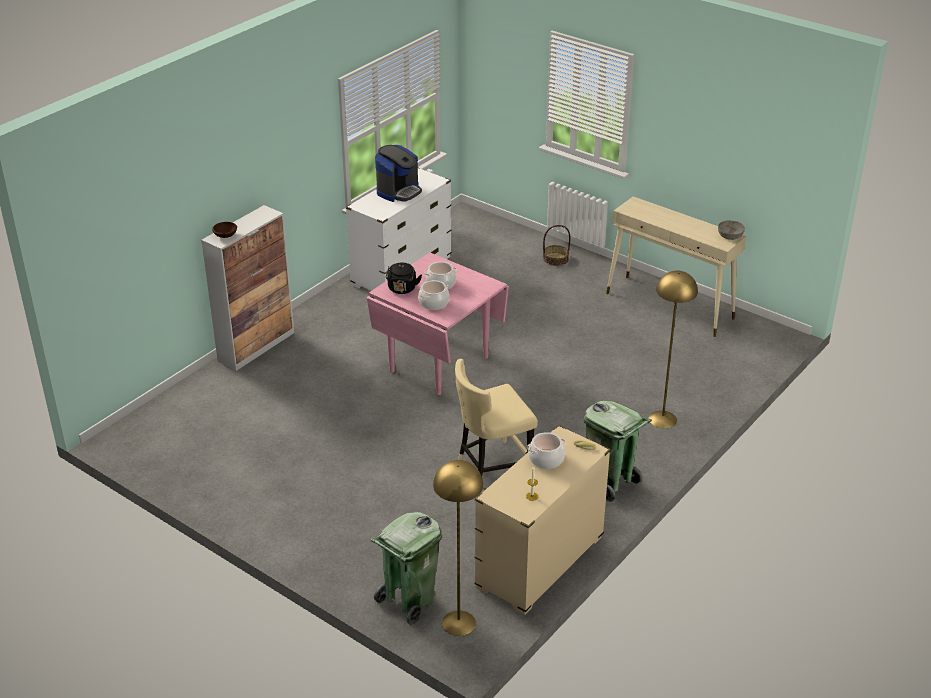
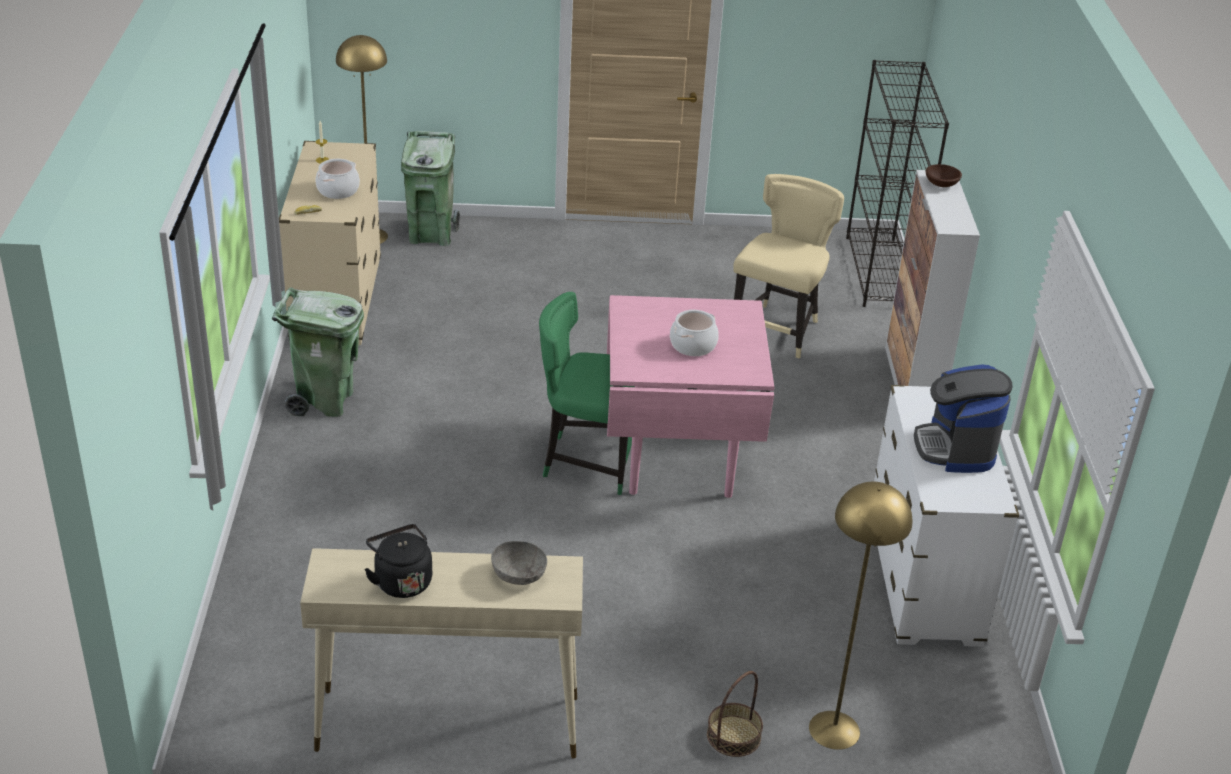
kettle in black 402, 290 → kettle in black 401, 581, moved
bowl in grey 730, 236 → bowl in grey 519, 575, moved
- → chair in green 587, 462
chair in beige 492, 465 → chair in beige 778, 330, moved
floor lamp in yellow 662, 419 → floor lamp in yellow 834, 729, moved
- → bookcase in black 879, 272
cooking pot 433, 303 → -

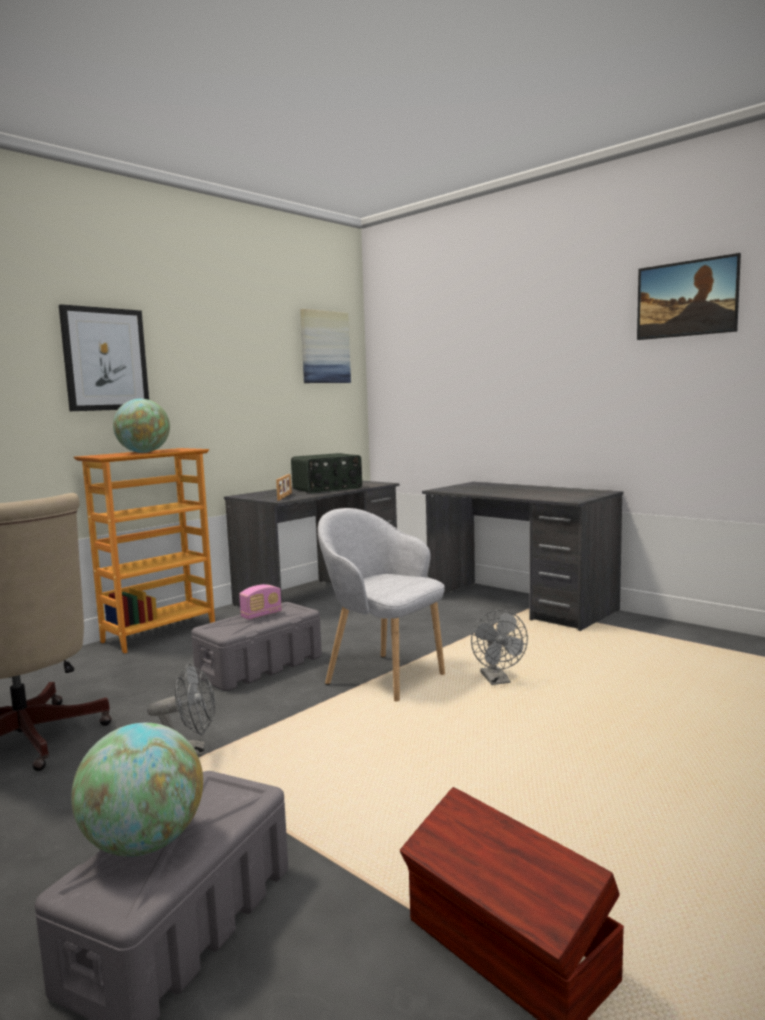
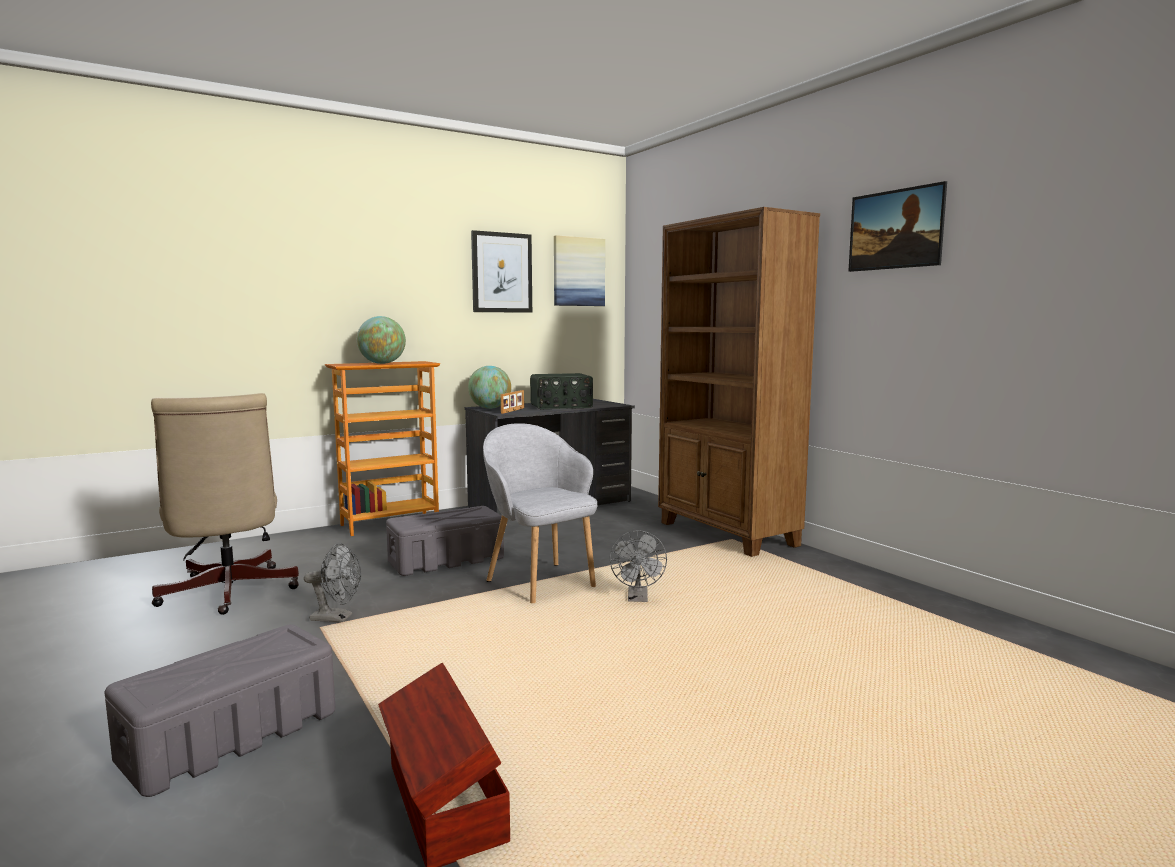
globe 144, 843 → globe 490, 408, moved
picture 105, 359 → picture 501, 272, moved
desk in grey 519, 604 → bookcase in brown 727, 534
radio 261, 615 → -

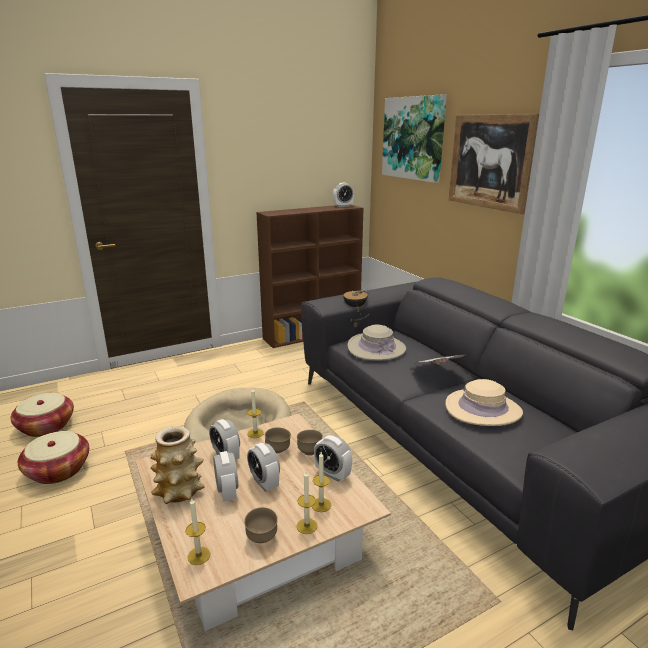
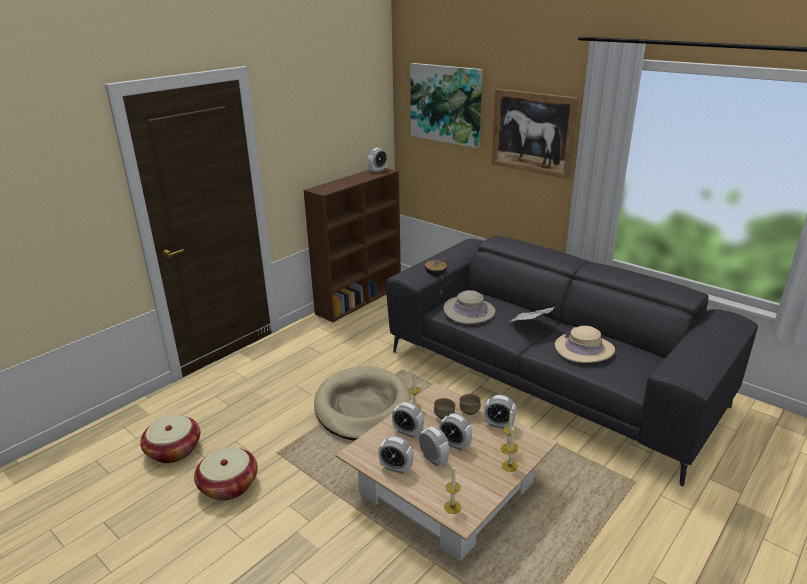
vase 179, 491 → alarm clock 396, 468
bowl in brown 262, 538 → -

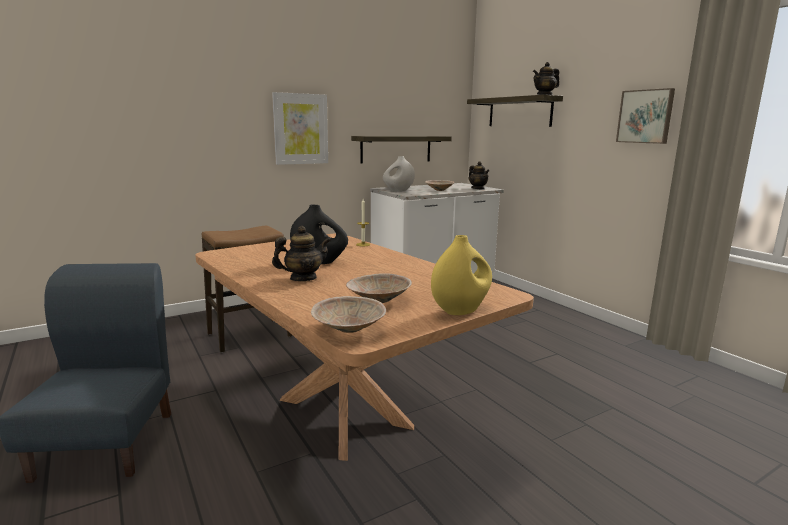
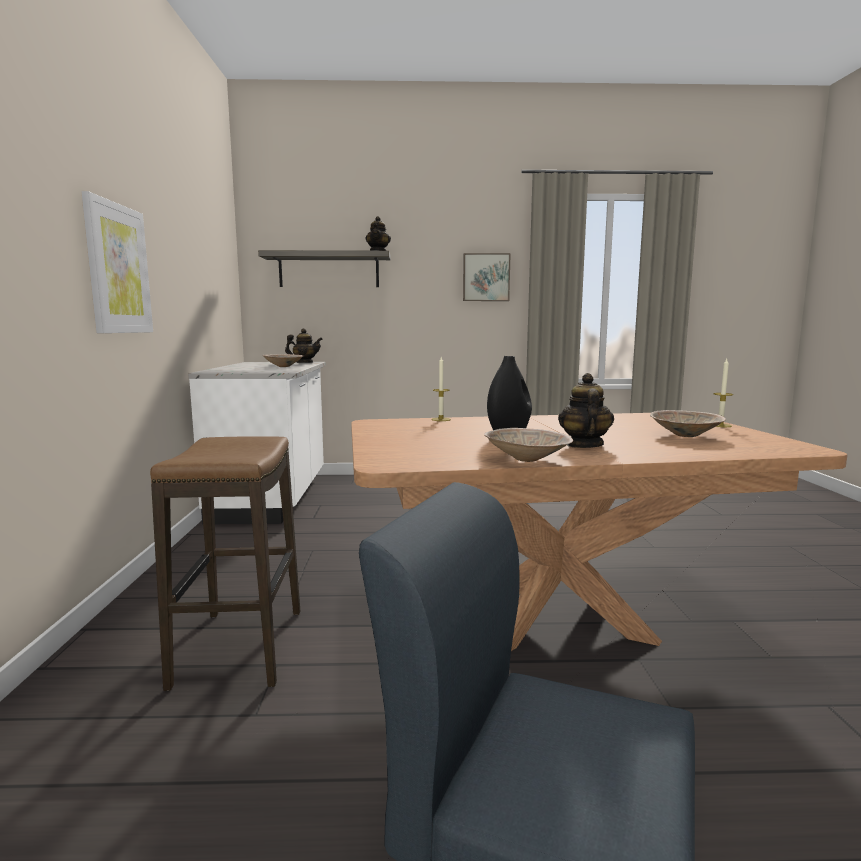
bowl in beige 348, 330 → bowl in beige 528, 460, moved
vase in yellow 460, 310 → candle 720, 425
shelf 396, 149 → -
vase in white 398, 191 → -

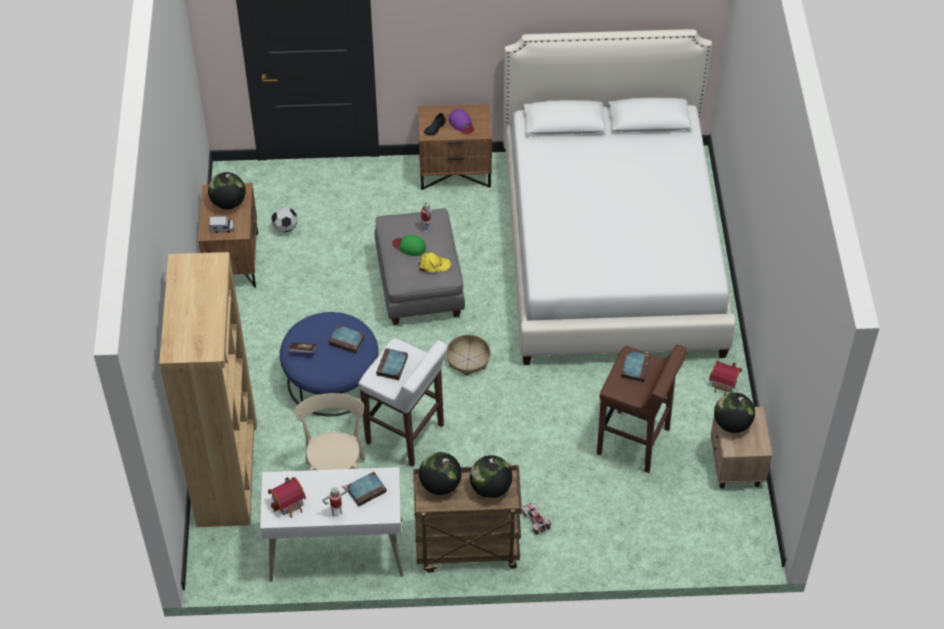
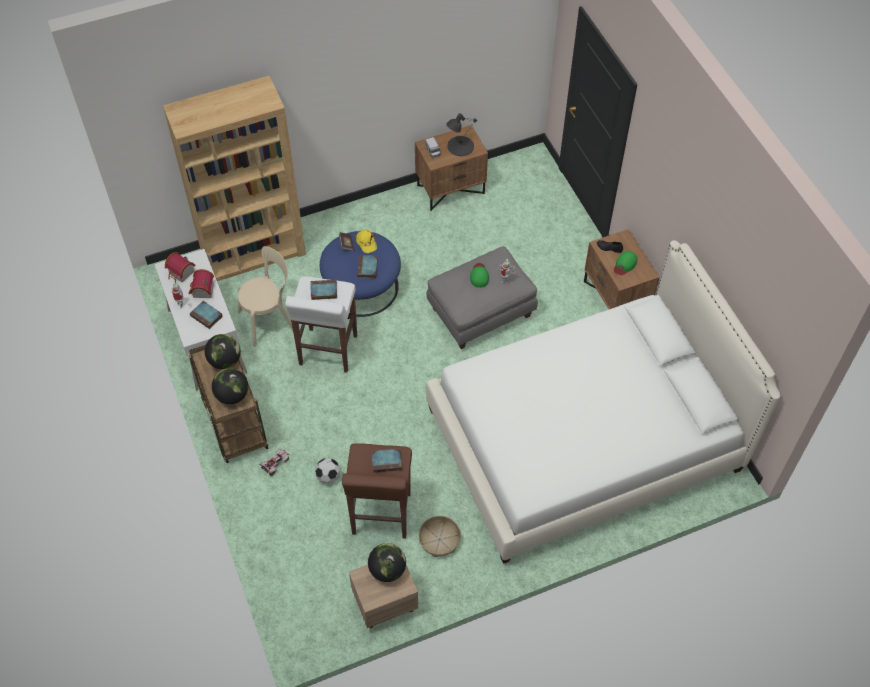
toy house 724, 383 → toy house 201, 291, moved
football 285, 228 → football 328, 476, moved
cap in yellow 433, 265 → cap in yellow 366, 242, moved
basket 468, 359 → basket 439, 539, moved
globe 228, 203 → table lamp in black 460, 146
cap in purple 461, 123 → cap in green 625, 264

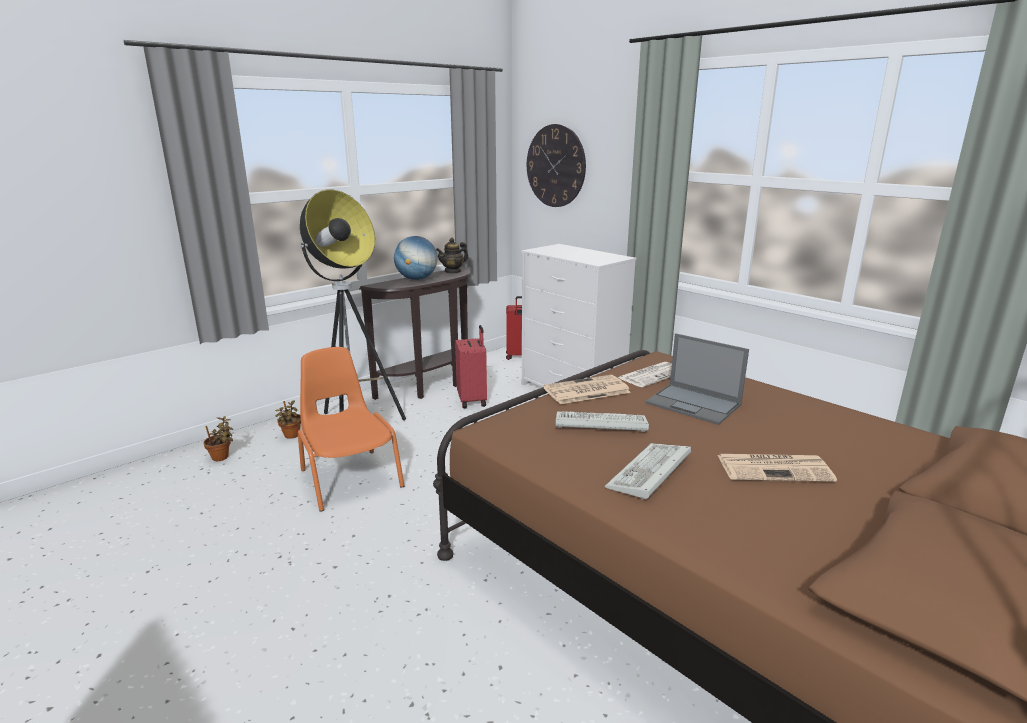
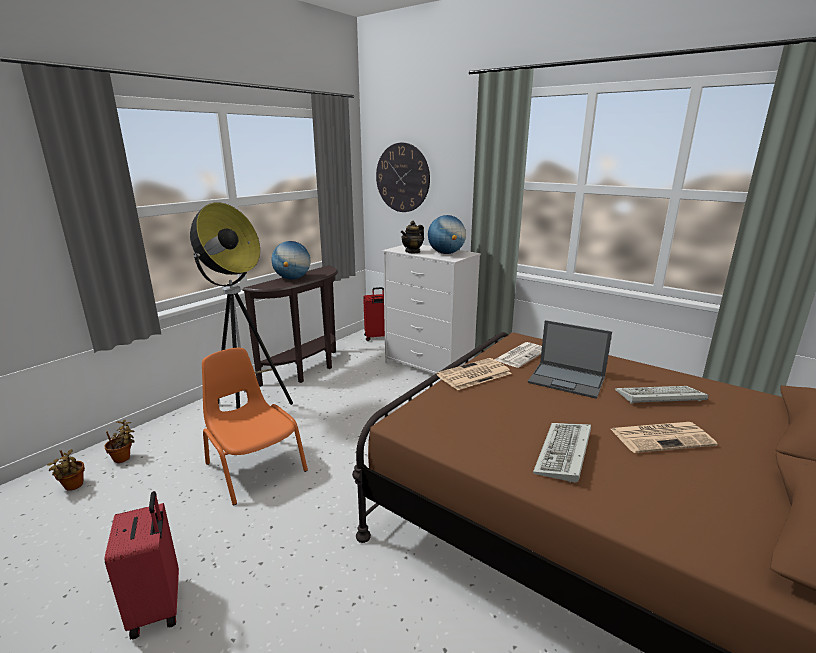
potted plant 291, 436 → potted plant 73, 486, moved
suitcase in red 473, 400 → suitcase in red 158, 607, moved
teapot 453, 271 → teapot 412, 251, moved
- → globe 446, 253
keyboard 598, 425 → keyboard 658, 397, moved

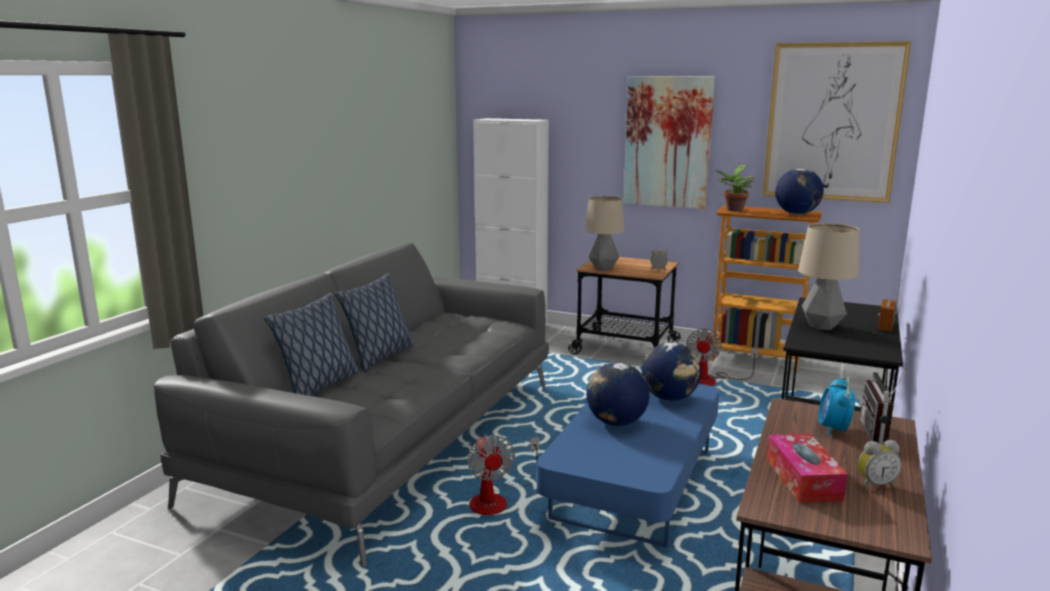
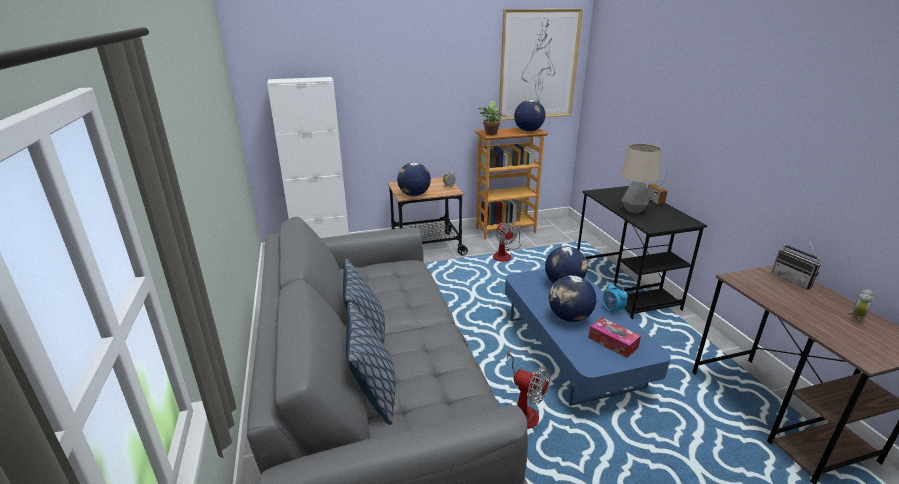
table lamp 603, 269 → globe 414, 195
tissue box 803, 479 → tissue box 613, 342, moved
alarm clock 833, 429 → alarm clock 612, 310, moved
picture 667, 142 → -

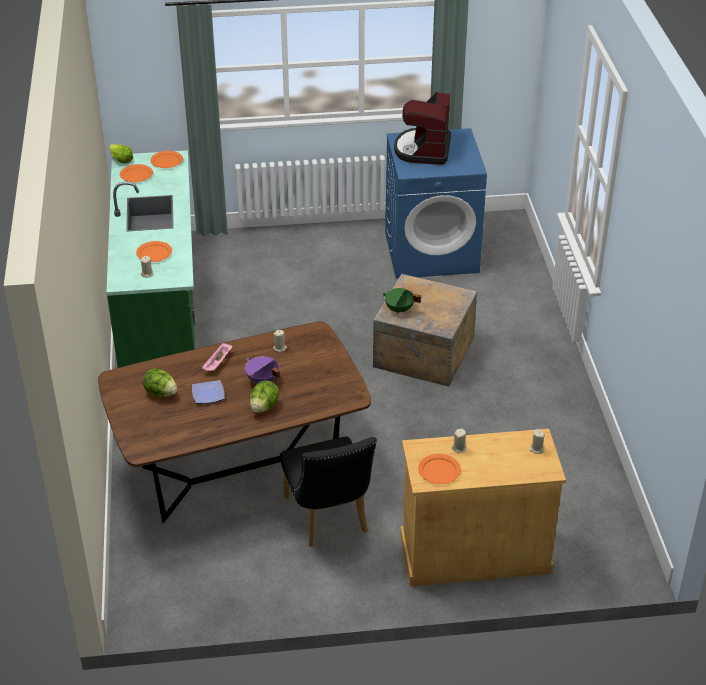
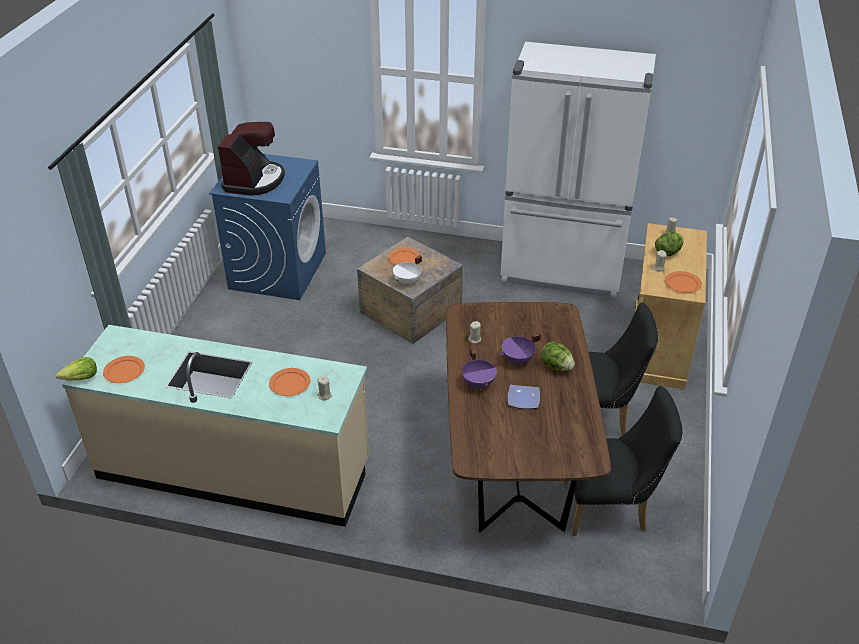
counter in green 160, 310 → counter in beige 234, 469
coffee machine 423, 149 → coffee machine 254, 180, 105 degrees counterclockwise
plate in orange 166, 161 → plate in orange 404, 258, moved
cooking pot in green 399, 309 → cooking pot in white 407, 281
tray in pink 218, 363 → cooking pot in purple 479, 383
- → fridge in white 562, 272
- → chair in black 610, 508
lettuce 161, 393 → lettuce 668, 252, moved

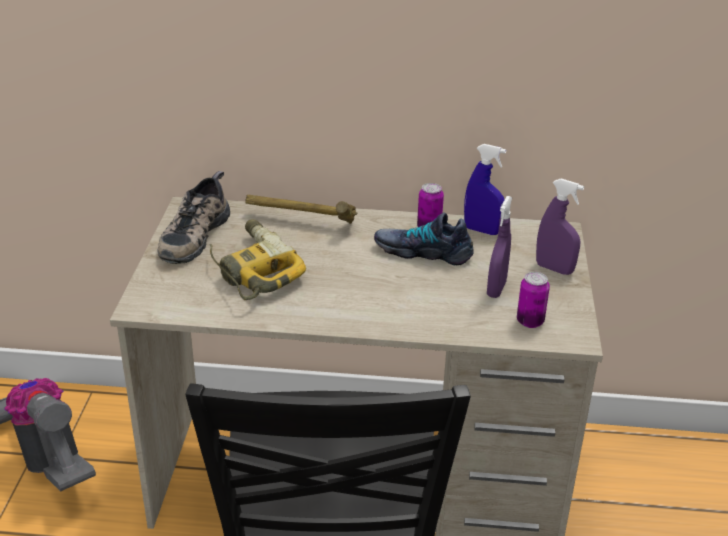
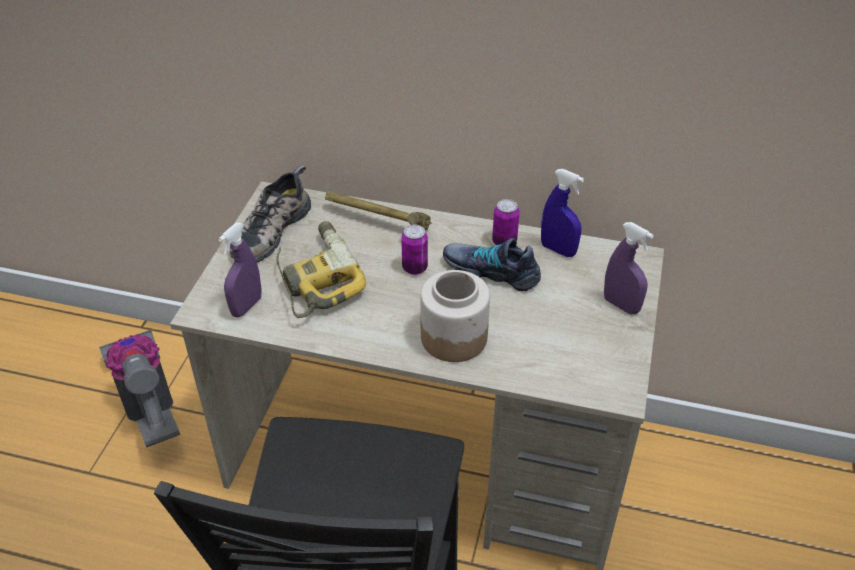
spray bottle in purple 496, 289 → spray bottle in purple 246, 306, moved
can 530, 321 → can 414, 268, moved
- → jar 454, 337

